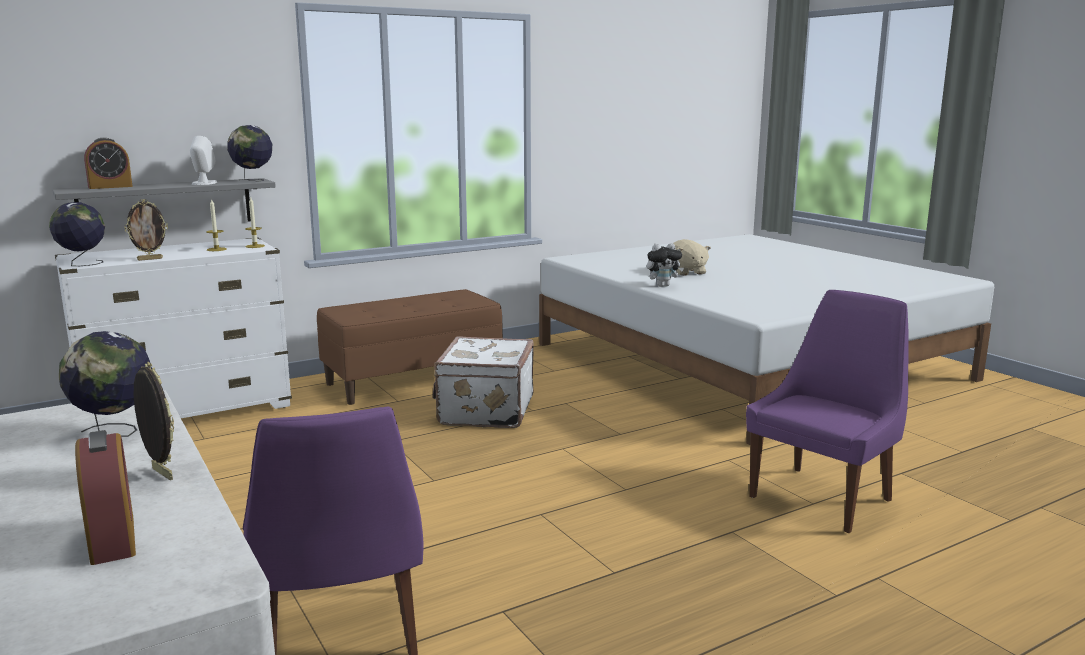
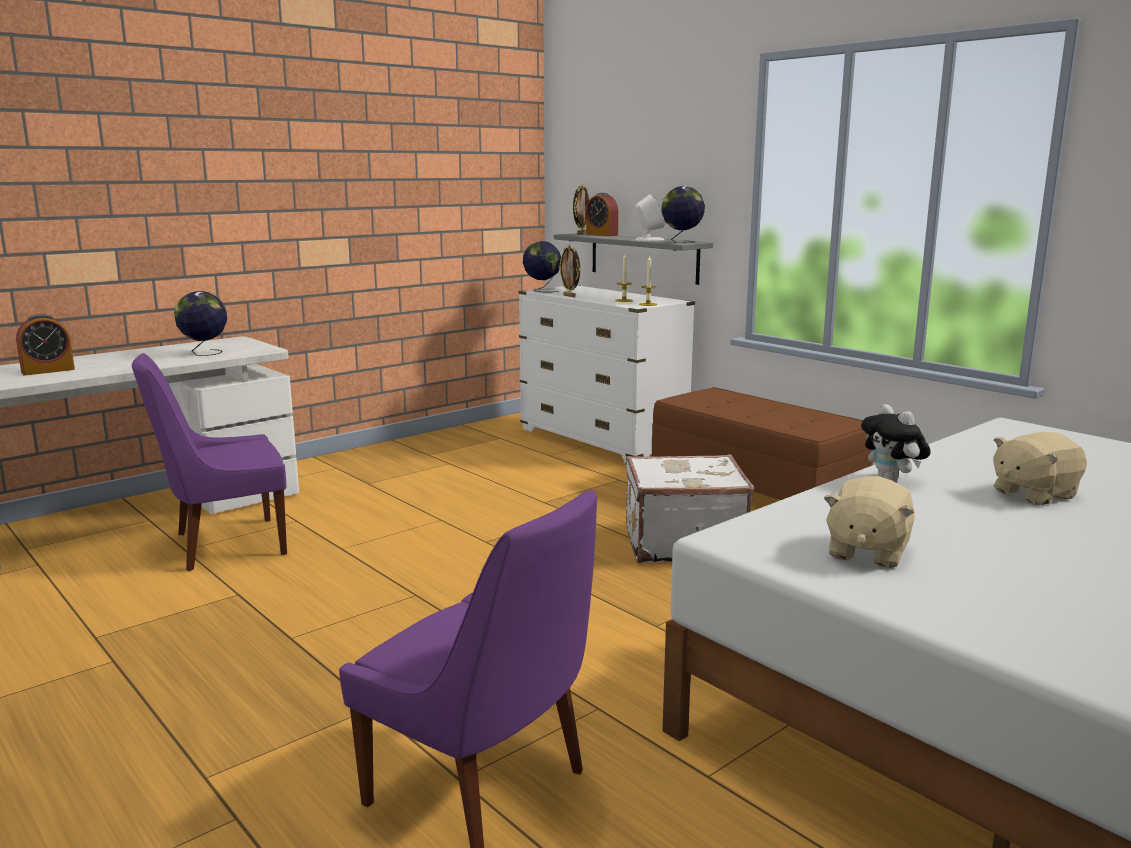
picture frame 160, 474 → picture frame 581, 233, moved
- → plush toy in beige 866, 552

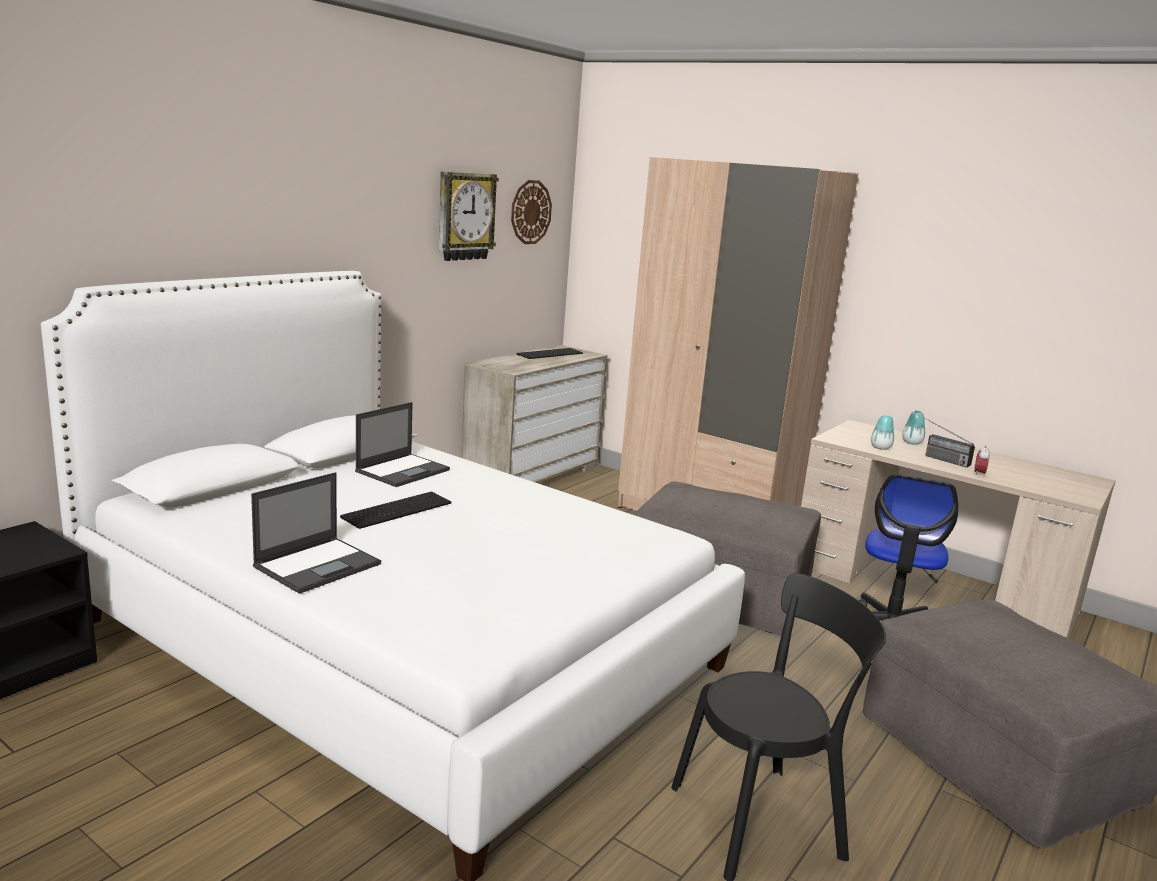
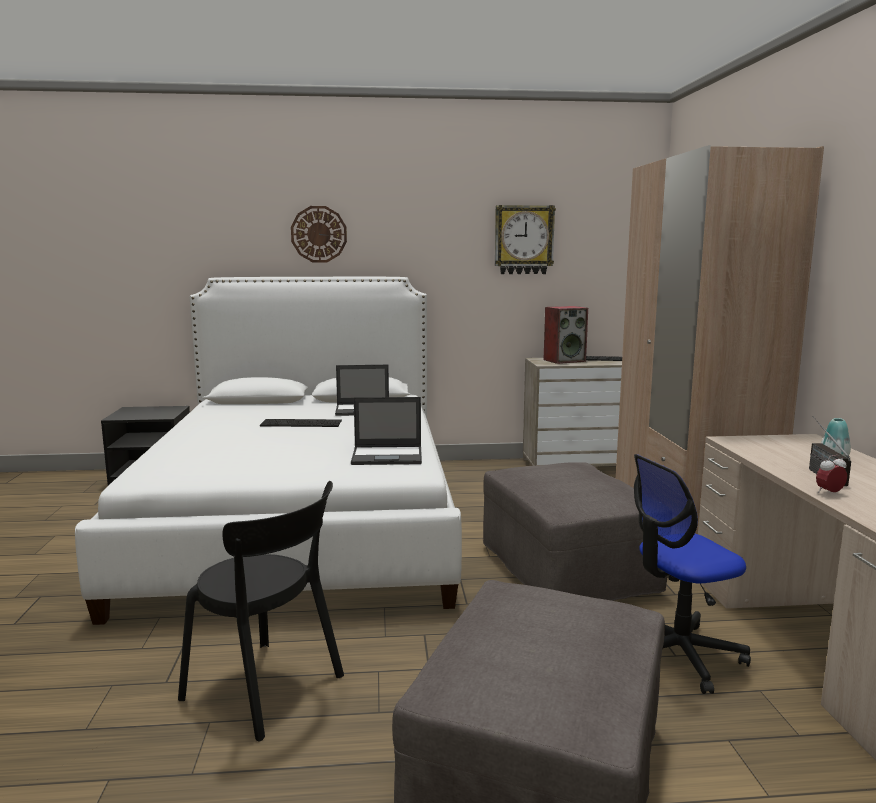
wall clock 530, 212 → wall clock 319, 234, moved
laptop 318, 565 → laptop 388, 456, moved
- → speaker 564, 360
vase 880, 447 → -

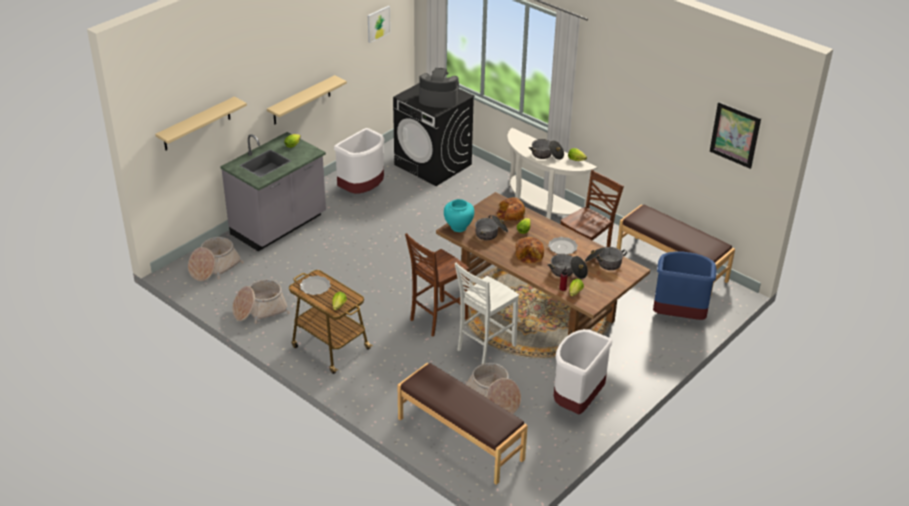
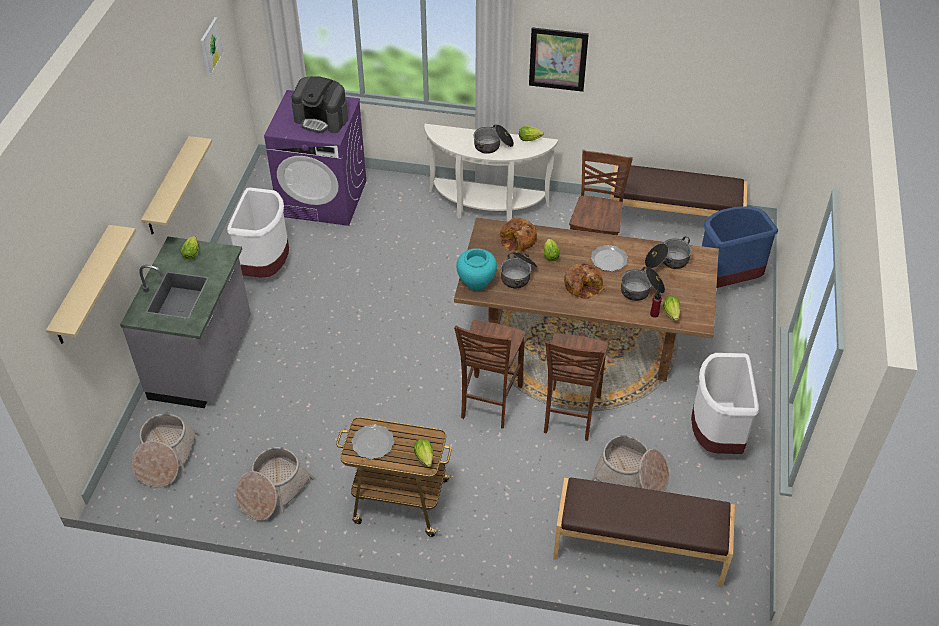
washing machine in black 433, 164 → washing machine in purple 323, 198
coffee machine 438, 99 → coffee machine 322, 119, 135 degrees counterclockwise
picture 735, 135 → picture 558, 59, moved
chair in white 484, 348 → chair in brown 569, 415

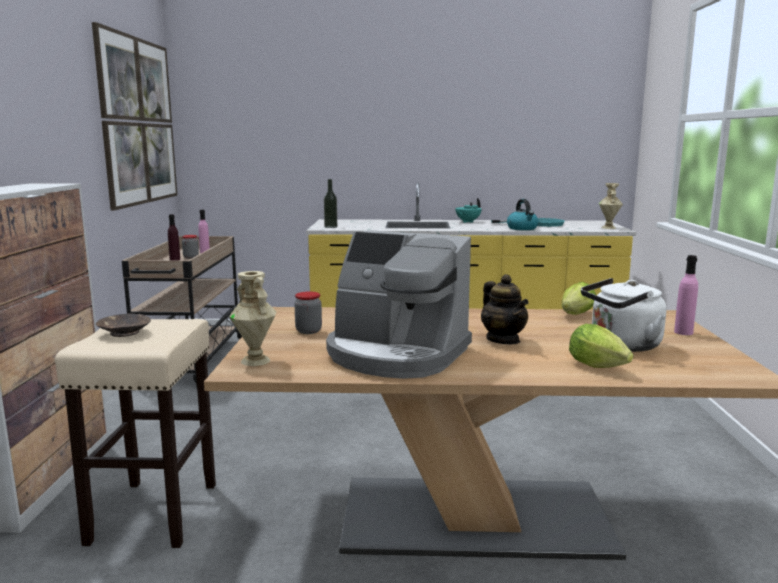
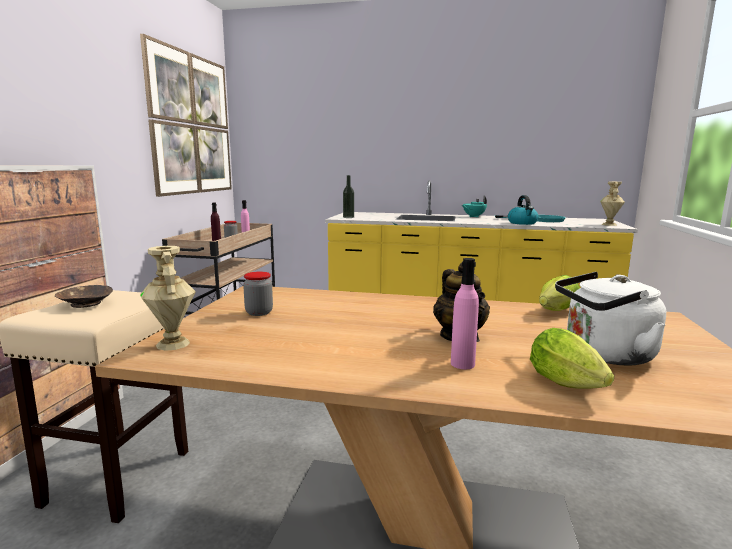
bottle in pink 683, 332 → bottle in pink 462, 364, moved
coffee machine 396, 354 → -

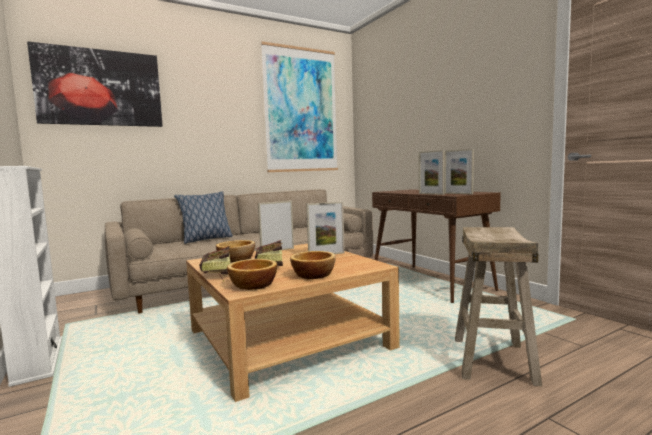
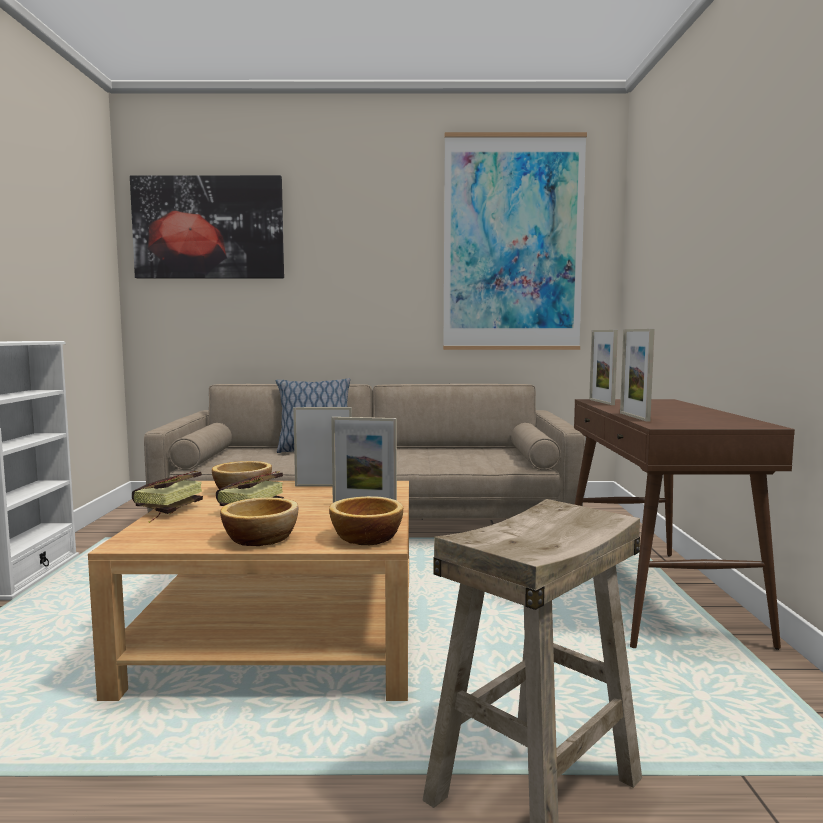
bowl 252, 285 → bowl 365, 537, moved
picture frame 458, 193 → picture frame 601, 402, moved

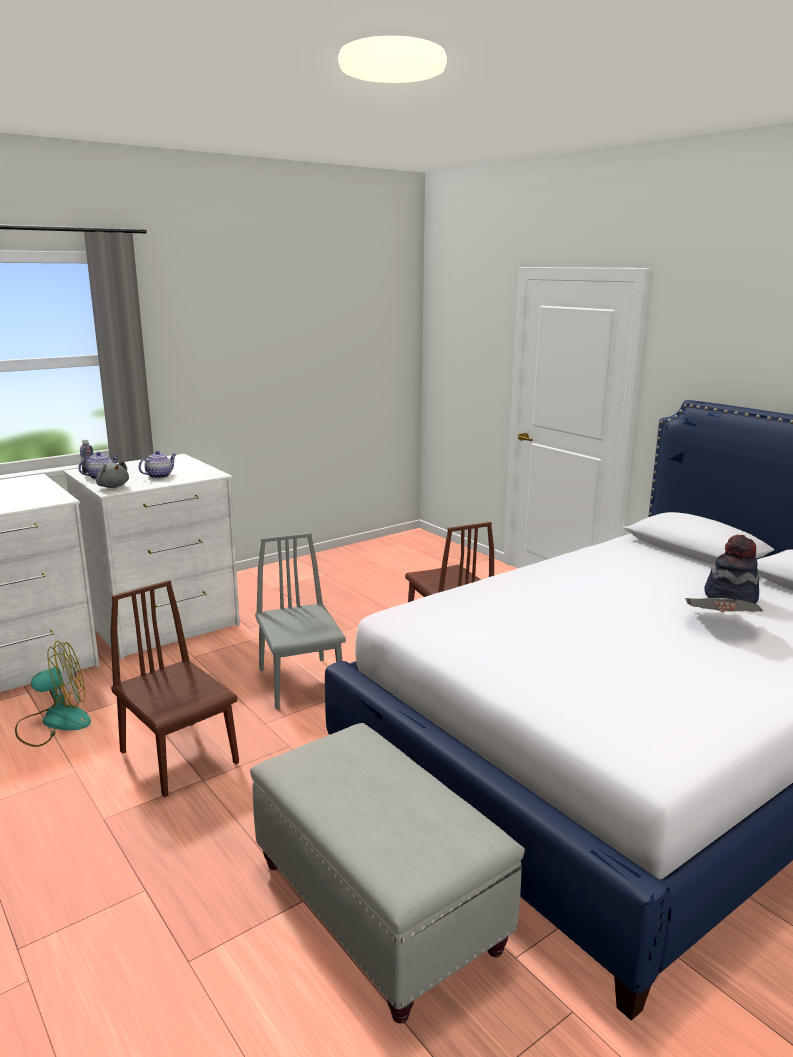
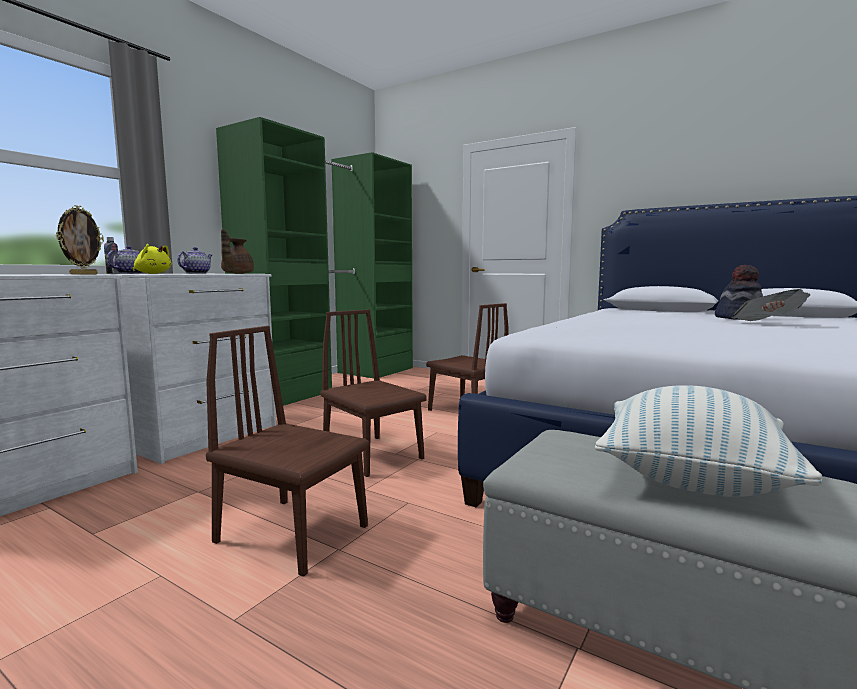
- → picture frame 83, 274
plush toy in grey 113, 487 → plush toy in yellow 152, 273
- → wardrobe in green 335, 381
- → teapot in brown 236, 273
chair in grey 300, 682 → chair in brown 372, 455
- → pillow 691, 479
fan 54, 722 → -

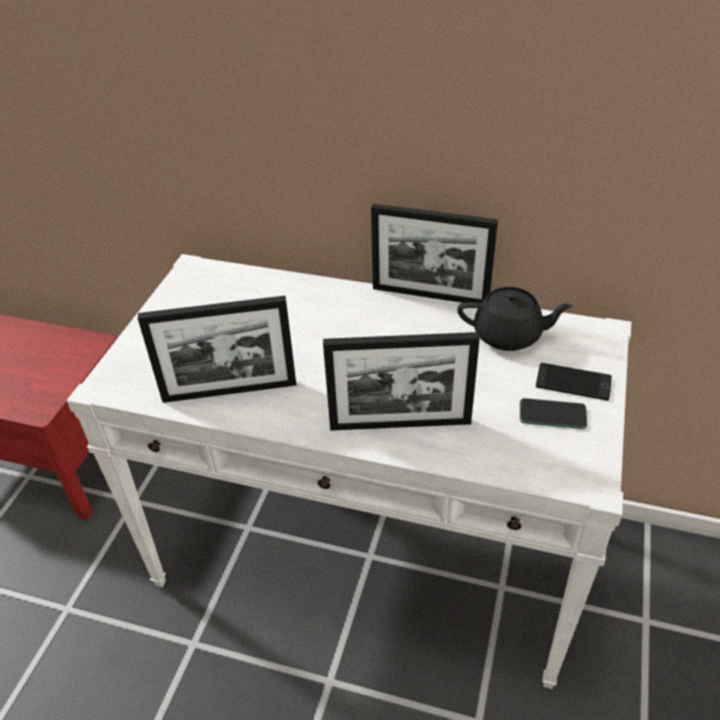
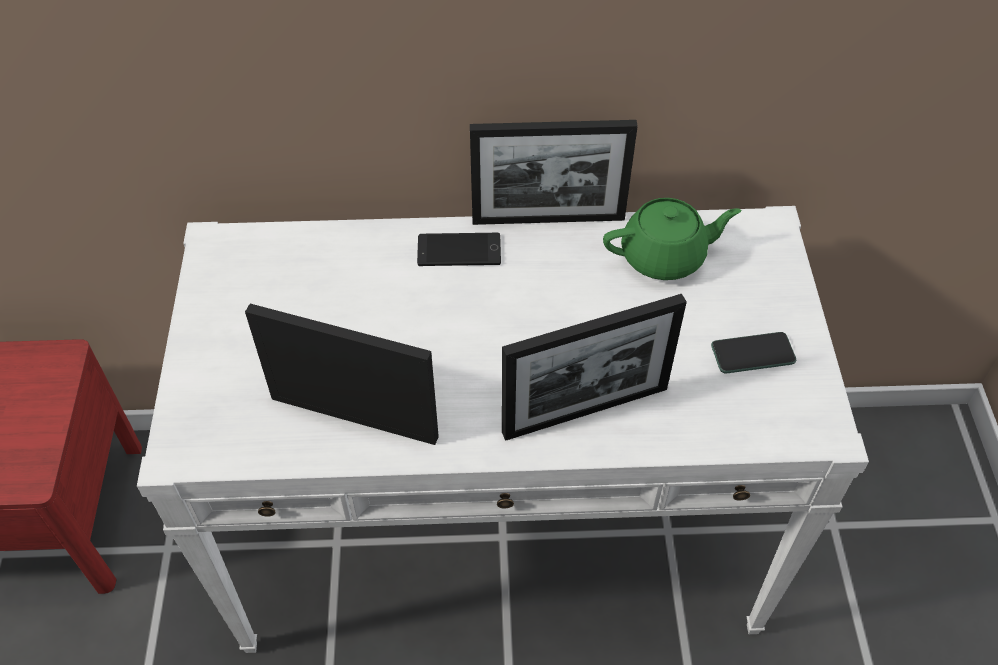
picture frame 230, 391 → picture frame 354, 417, 135 degrees counterclockwise
phone 573, 382 → phone 459, 250, moved
teapot in black 509, 335 → teapot in green 664, 257

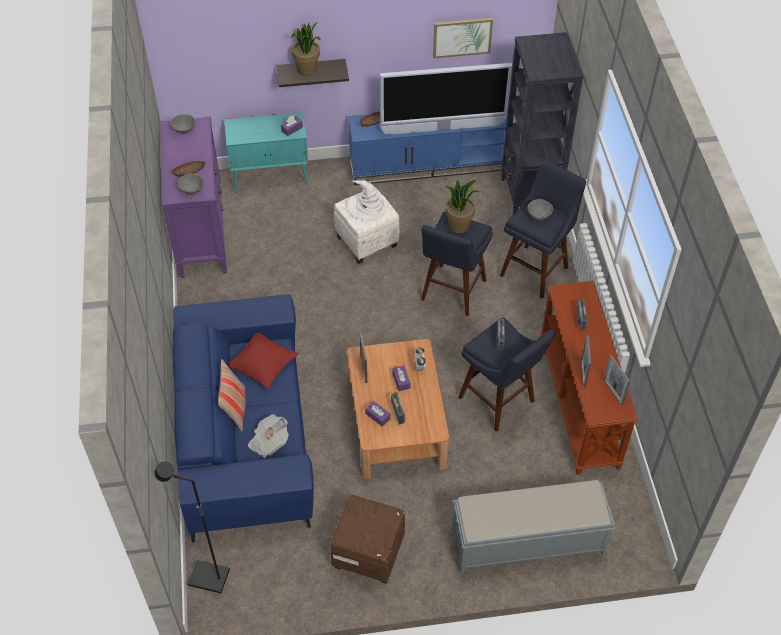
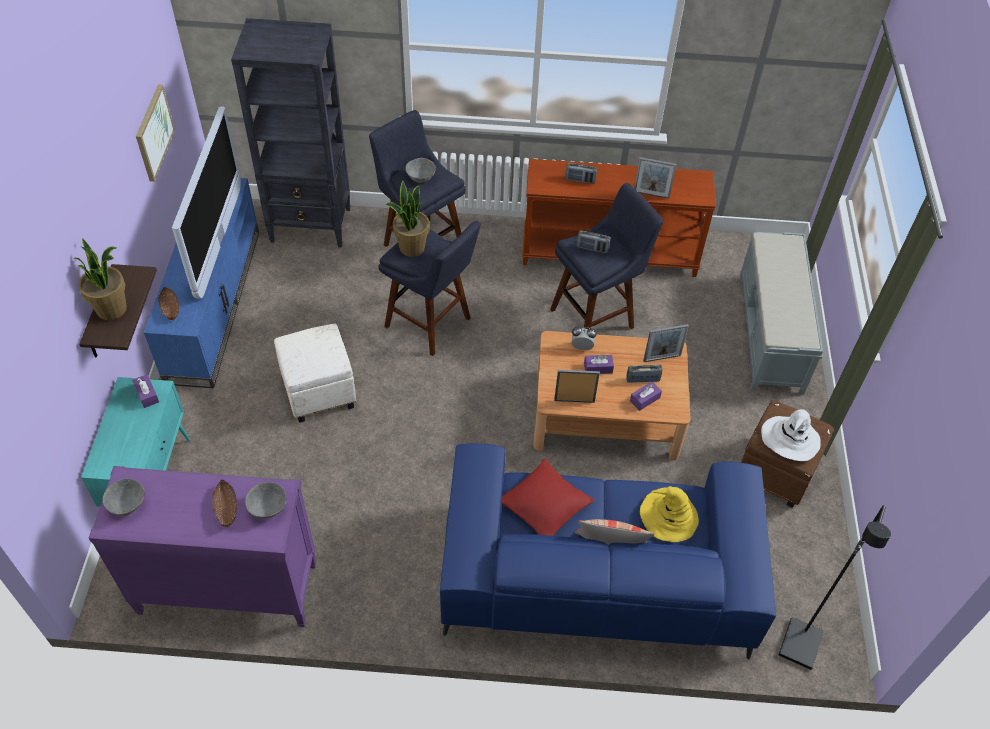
newspaper 269, 442 → hat in yellow 668, 515
picture frame 613, 392 → picture frame 662, 358, moved
hat in white 368, 206 → hat in white 790, 439, moved

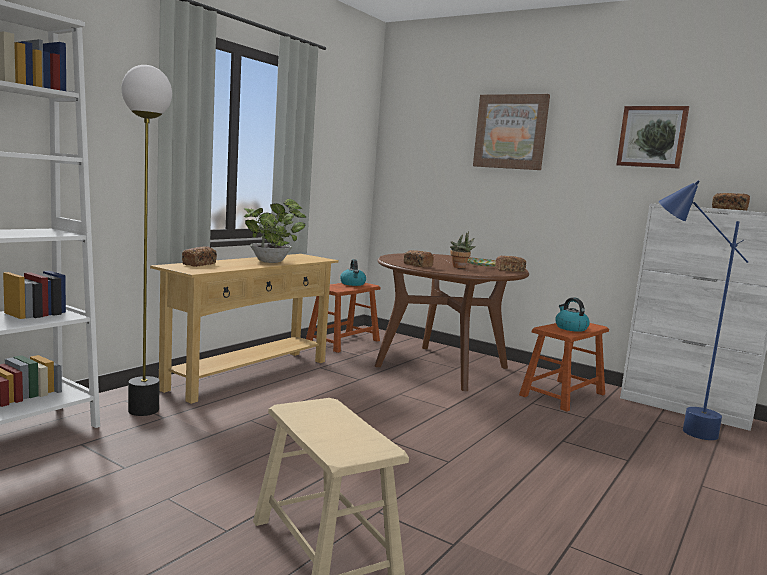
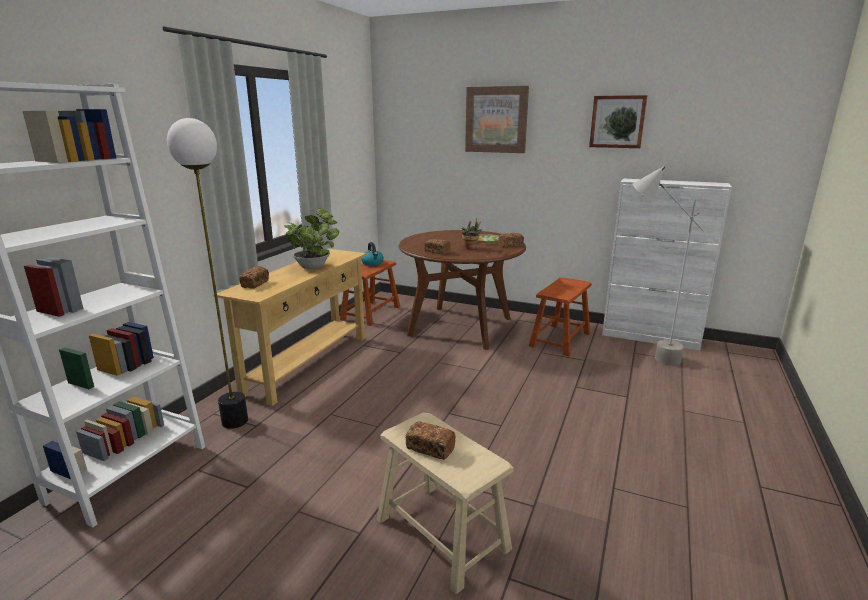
bread 729, 209 → bread 430, 448, moved
floor lamp in blue 671, 425 → floor lamp in grey 645, 355
kettle 570, 328 → -

